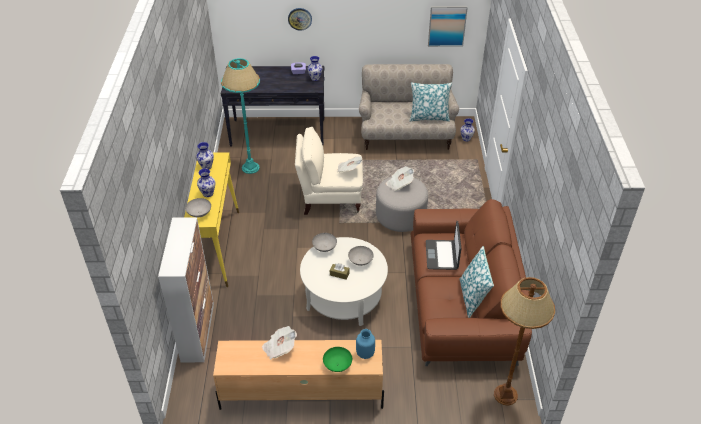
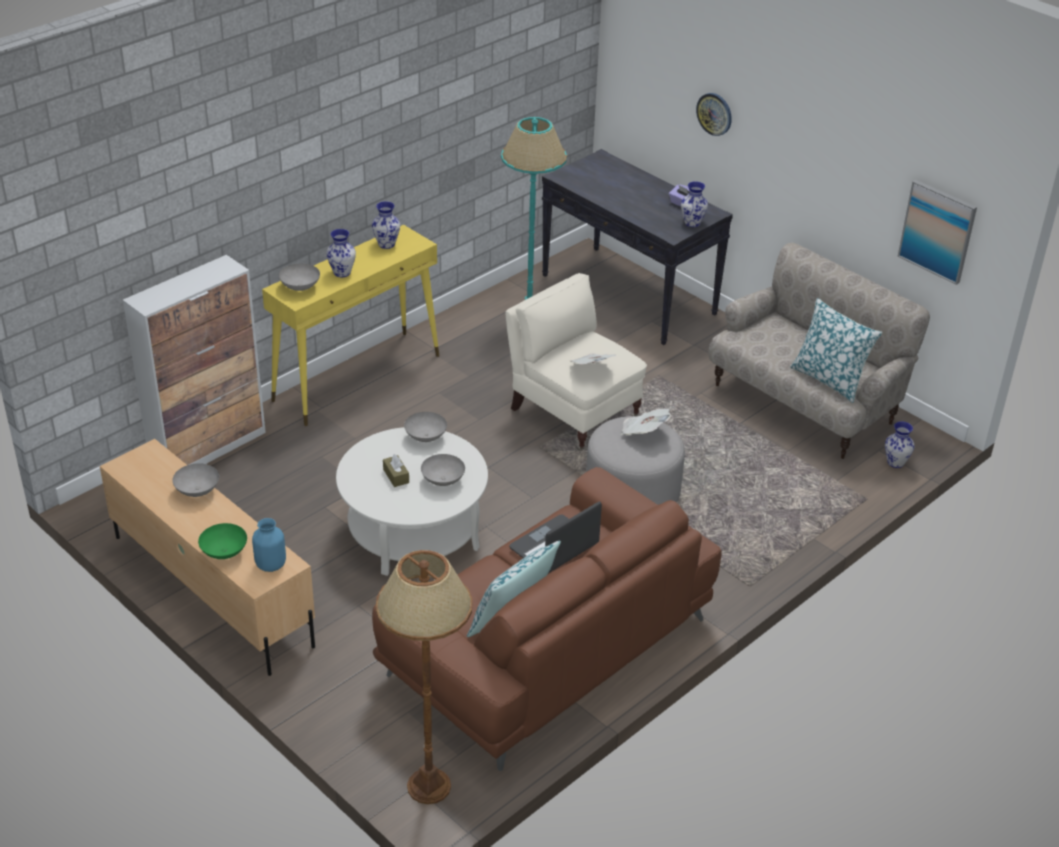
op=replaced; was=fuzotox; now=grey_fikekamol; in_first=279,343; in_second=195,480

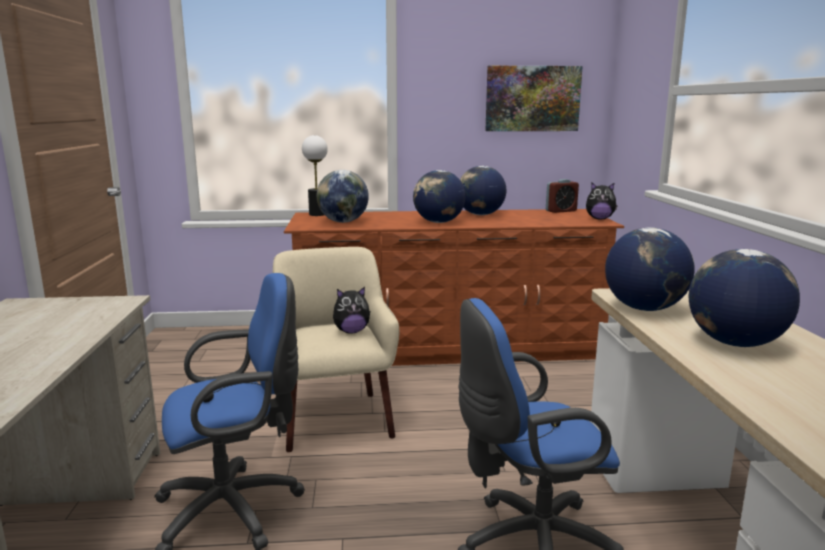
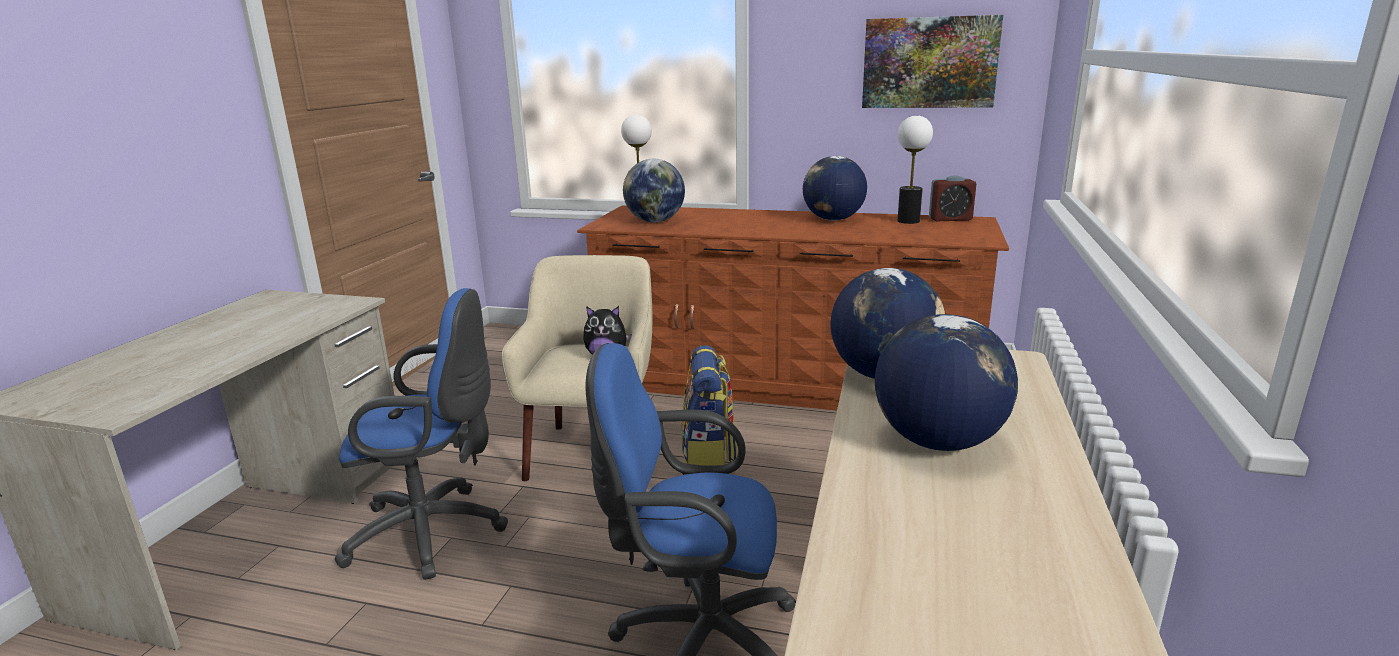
op=removed; was=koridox; in_first=439,196
op=removed; was=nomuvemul; in_first=602,201
op=added; now=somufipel; in_second=915,169
op=added; now=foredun; in_second=709,405

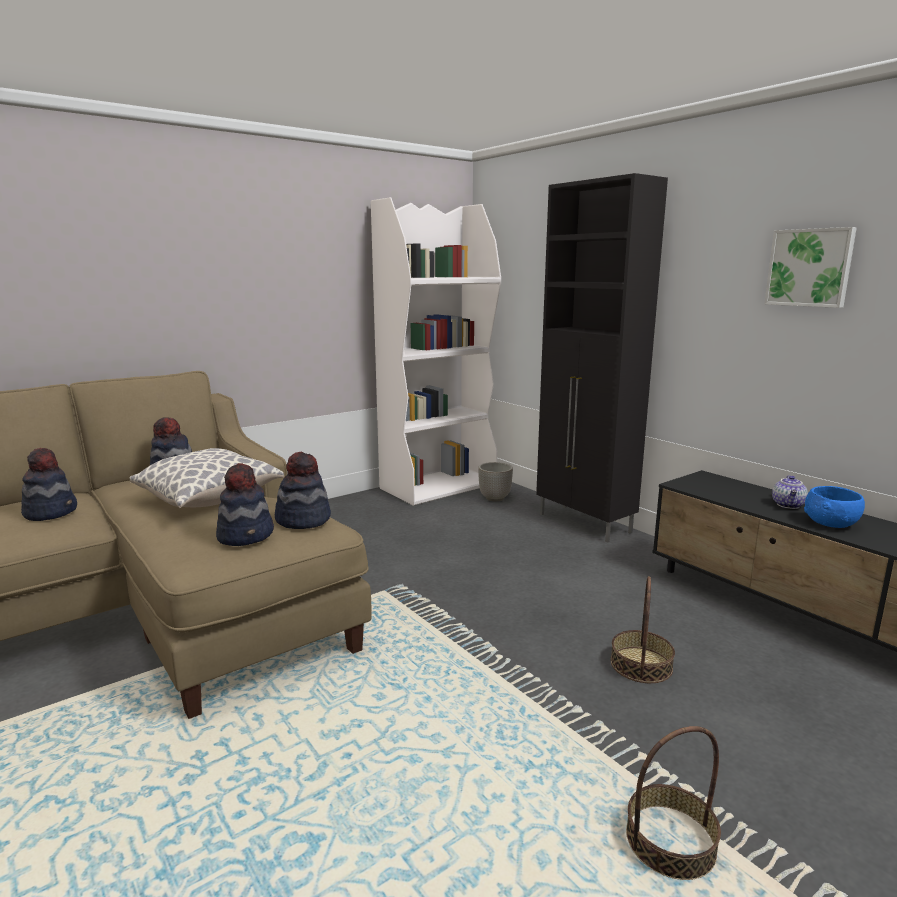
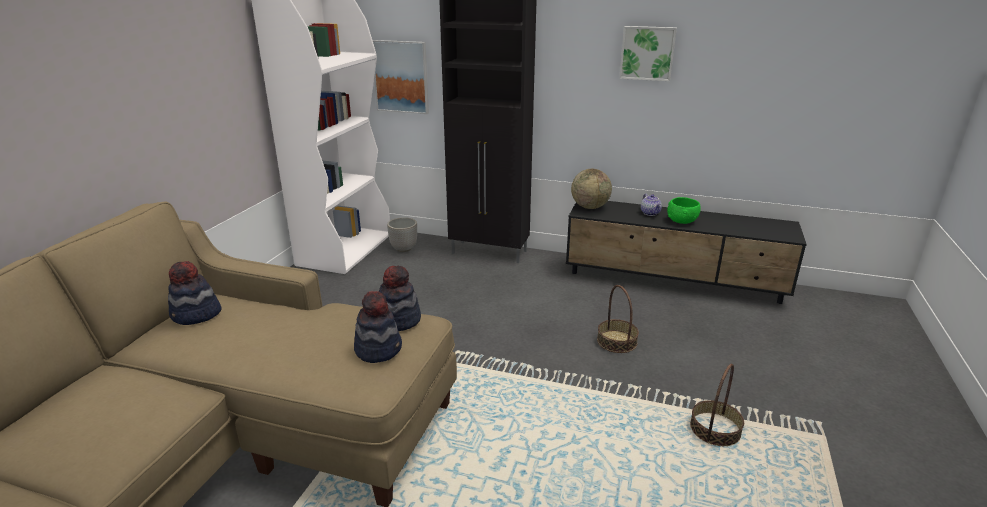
op=removed; was=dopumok; in_first=49,484
op=removed; was=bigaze; in_first=207,478
op=recoloured; was=blue_fikekamol; now=green_fikekamol; in_first=834,507; in_second=684,210
op=added; now=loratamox; in_second=400,77
op=added; now=koridox; in_second=591,189

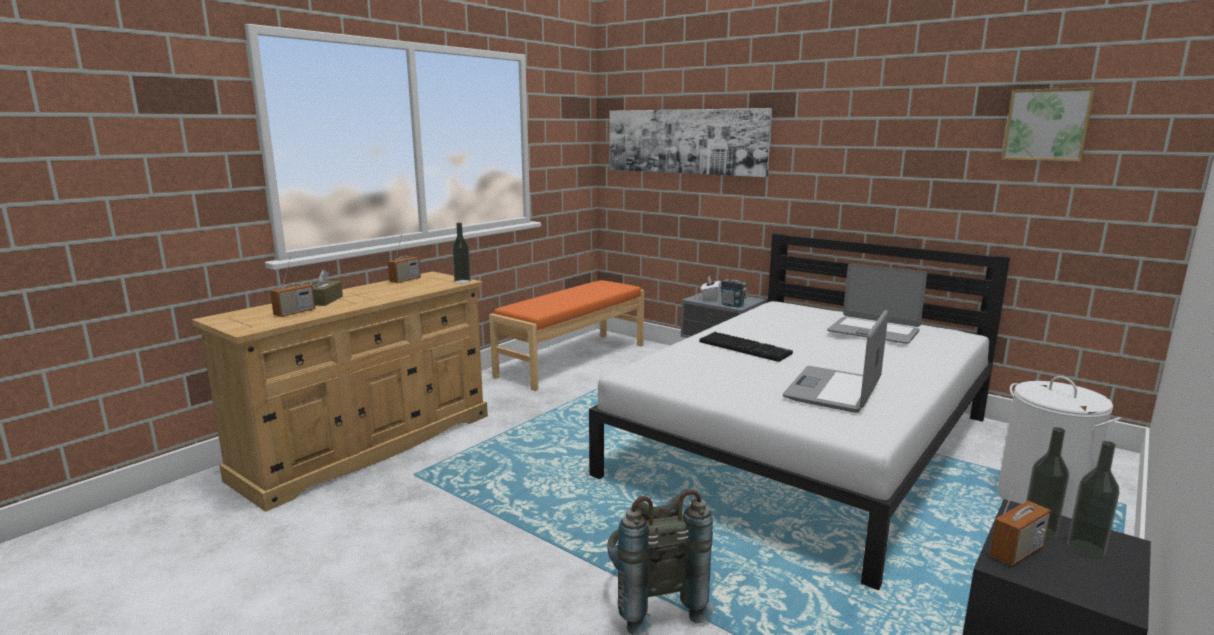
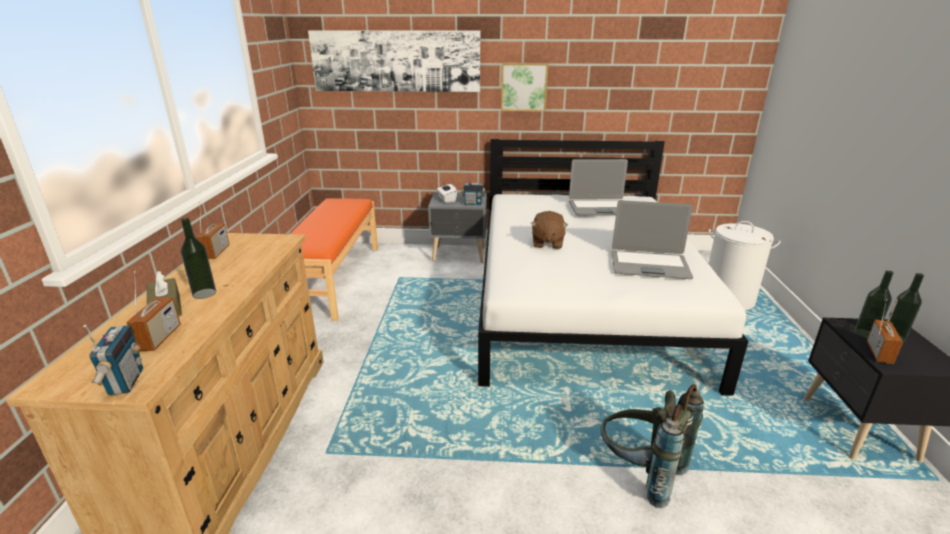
op=moved; was=loratamox; in_first=1048,124; in_second=524,87
op=moved; was=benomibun; in_first=461,253; in_second=198,258
op=turned; was=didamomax; in_first=835,361; in_second=652,239; clockwise=-75
op=replaced; was=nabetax; now=brown_nomuvemul; in_first=746,347; in_second=549,230
op=added; now=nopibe; in_second=113,360

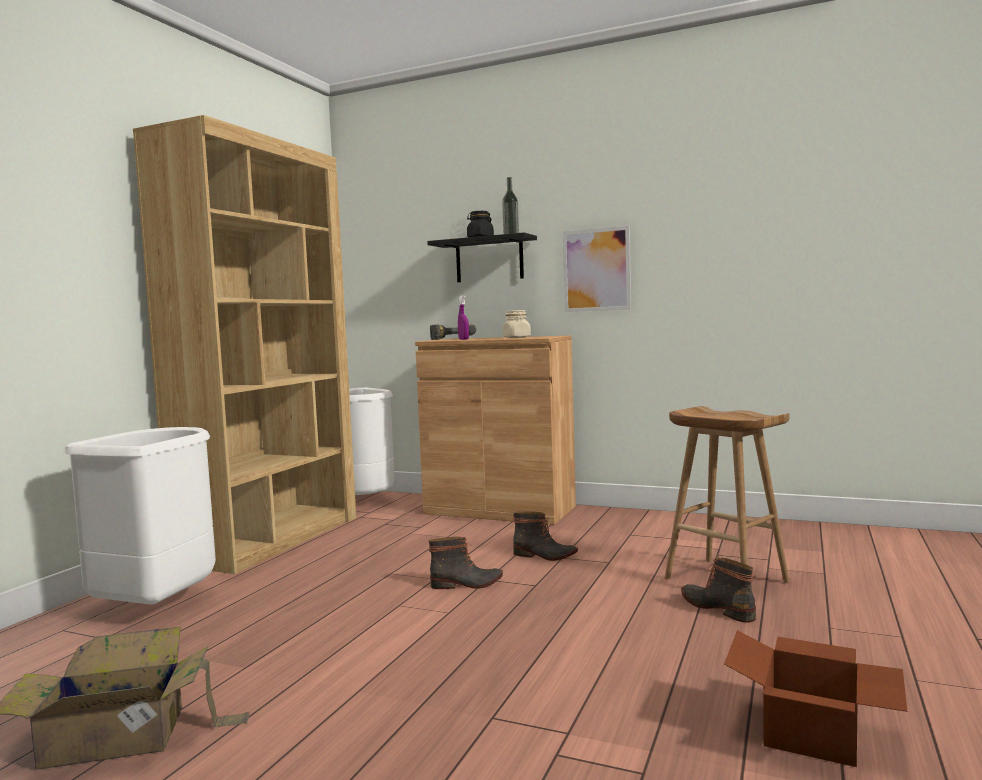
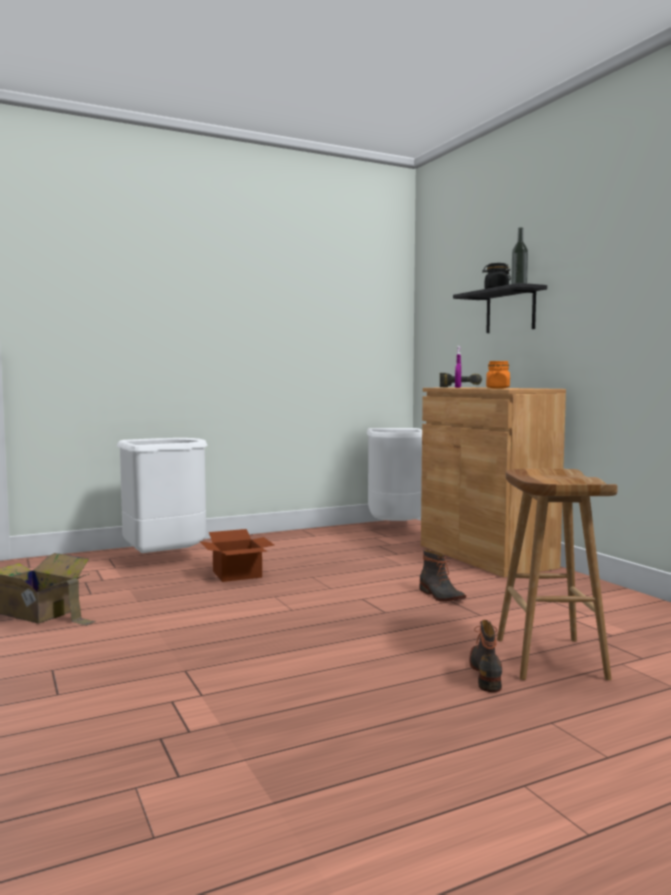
op=removed; was=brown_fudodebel; in_first=244,344
op=removed; was=loratamox; in_first=597,269
op=recoloured; was=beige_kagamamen; now=orange_kagamamen; in_first=517,324; in_second=498,374
op=removed; was=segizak; in_first=466,563
op=moved; was=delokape; in_first=815,698; in_second=237,555

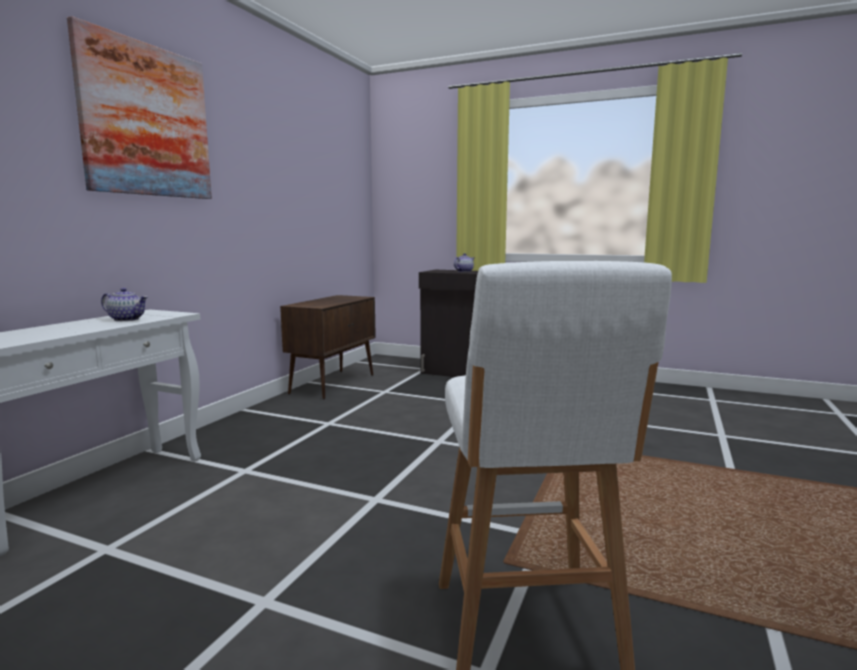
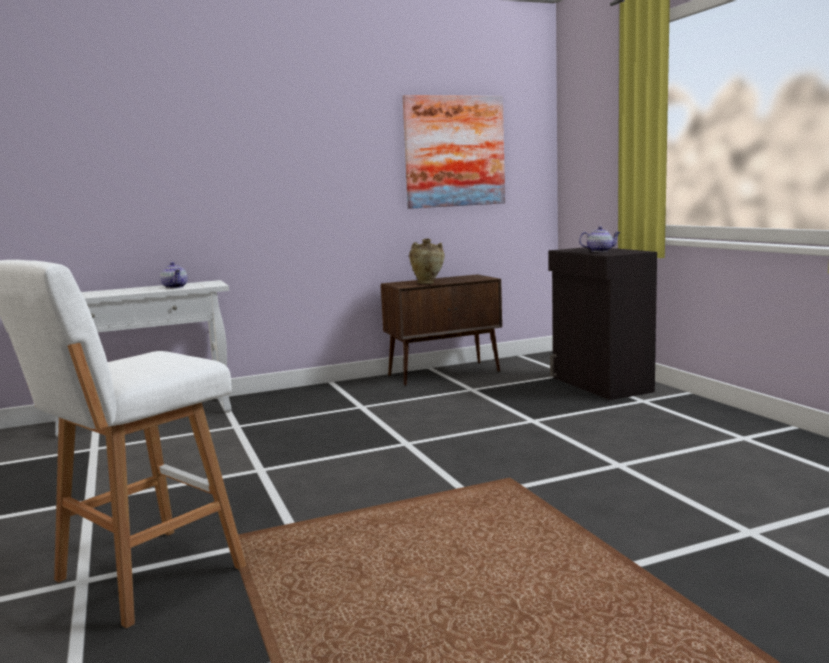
op=moved; was=loratamox; in_first=139,107; in_second=454,152
op=added; now=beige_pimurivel; in_second=426,261

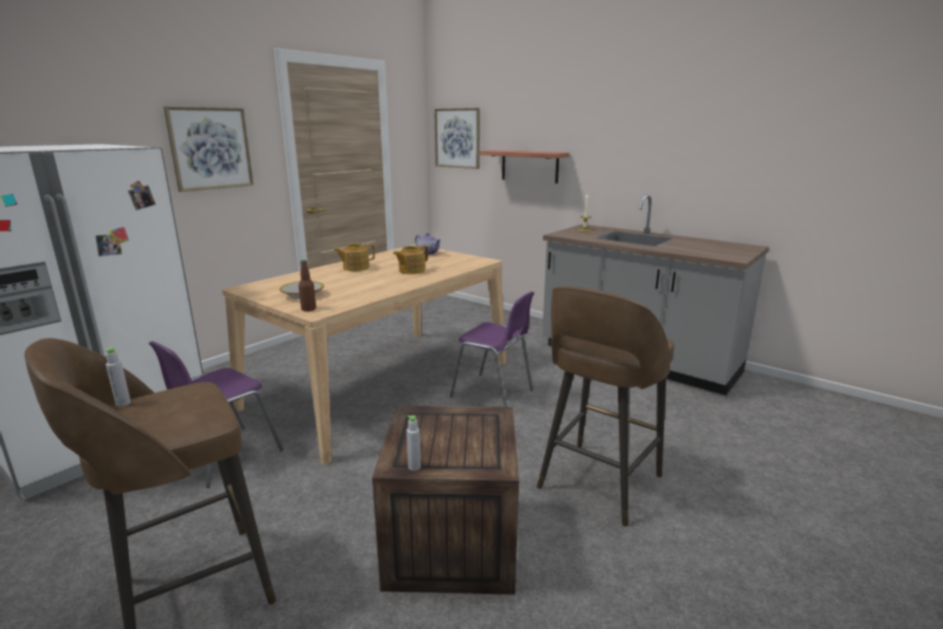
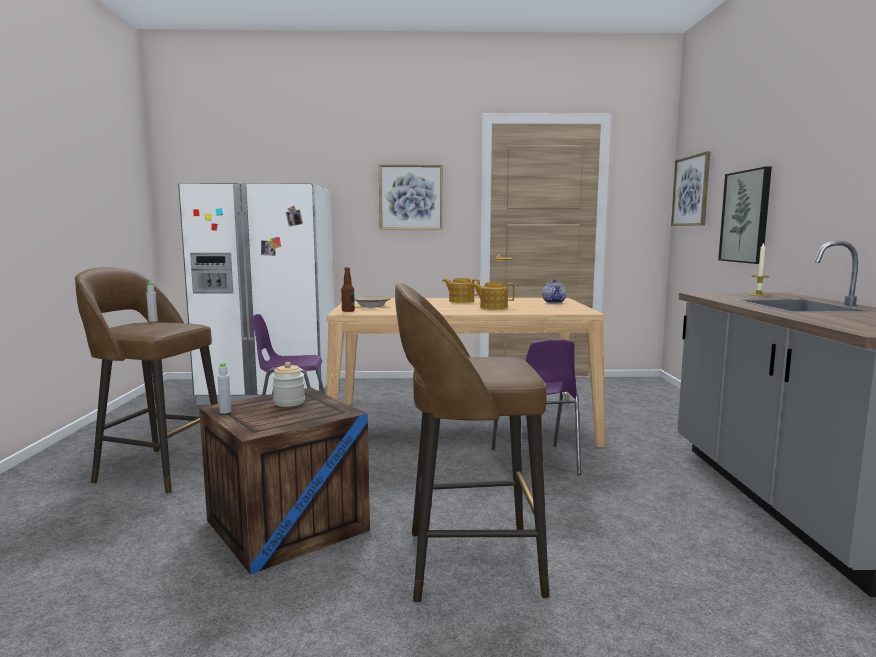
op=replaced; was=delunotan; now=loratamox; in_first=524,166; in_second=745,215
op=added; now=kagamamen; in_second=288,384

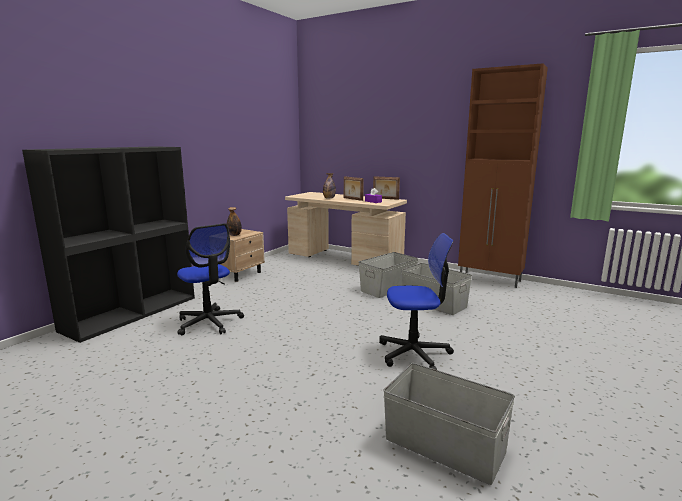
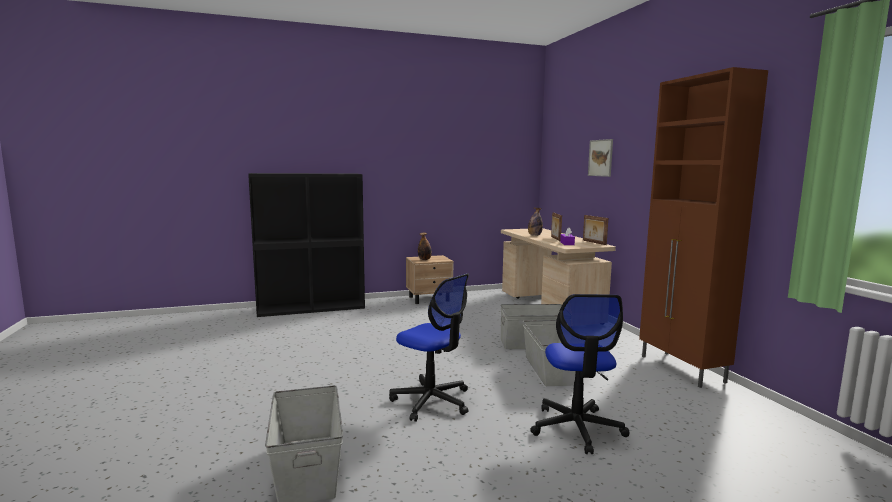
op=moved; was=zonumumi; in_first=210,279; in_second=579,374
op=added; now=loratamox; in_second=600,158

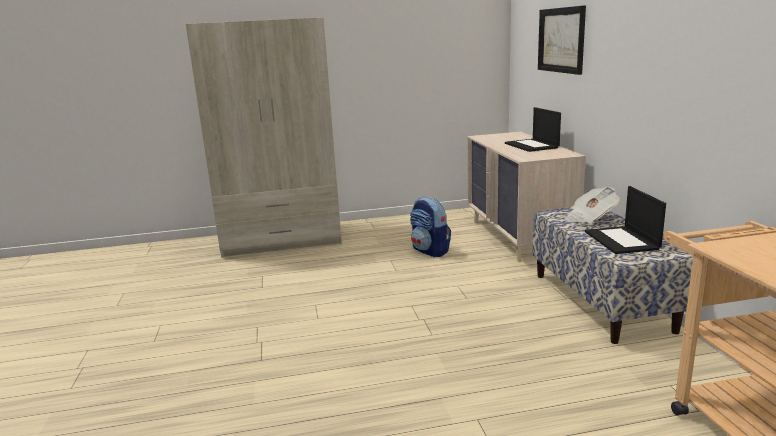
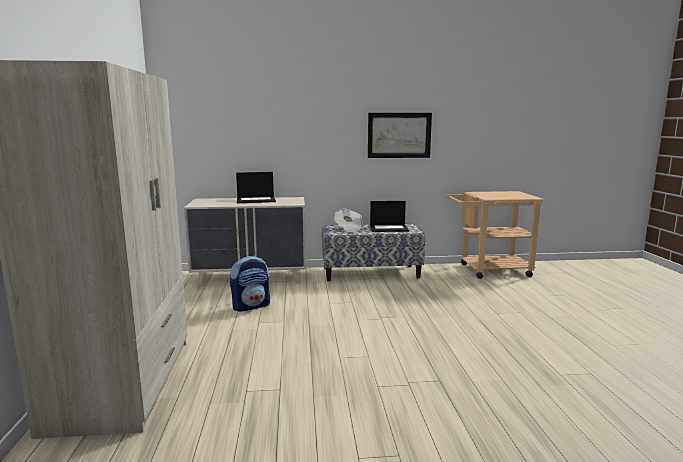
op=moved; was=loratamox; in_first=562,40; in_second=400,135

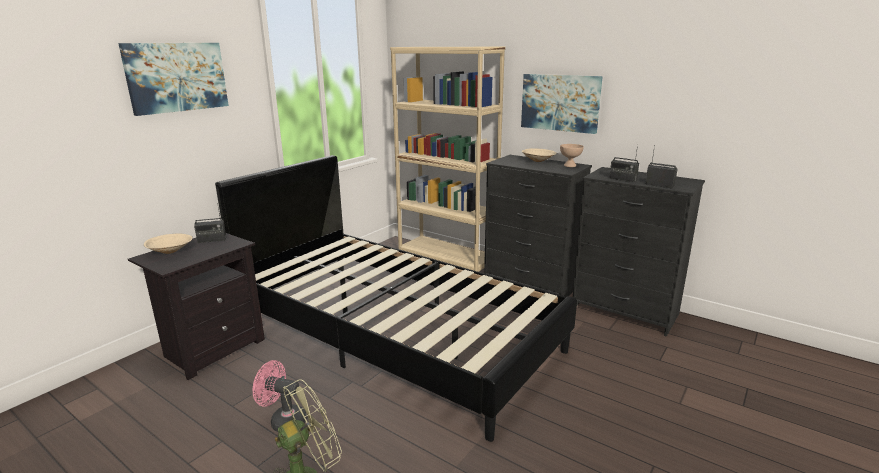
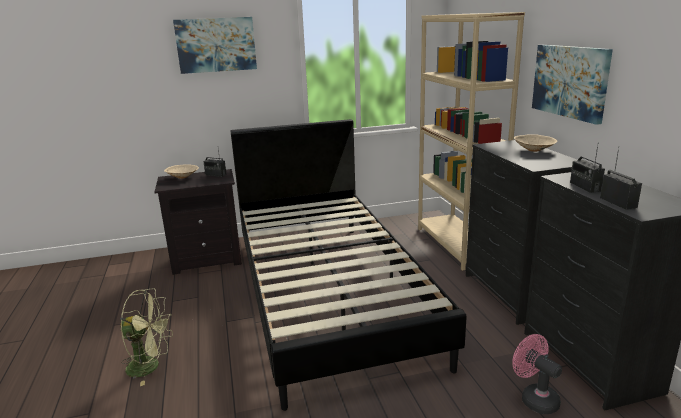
op=removed; was=beige_fikekamol; in_first=572,155
op=moved; was=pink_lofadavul; in_first=280,396; in_second=537,374

